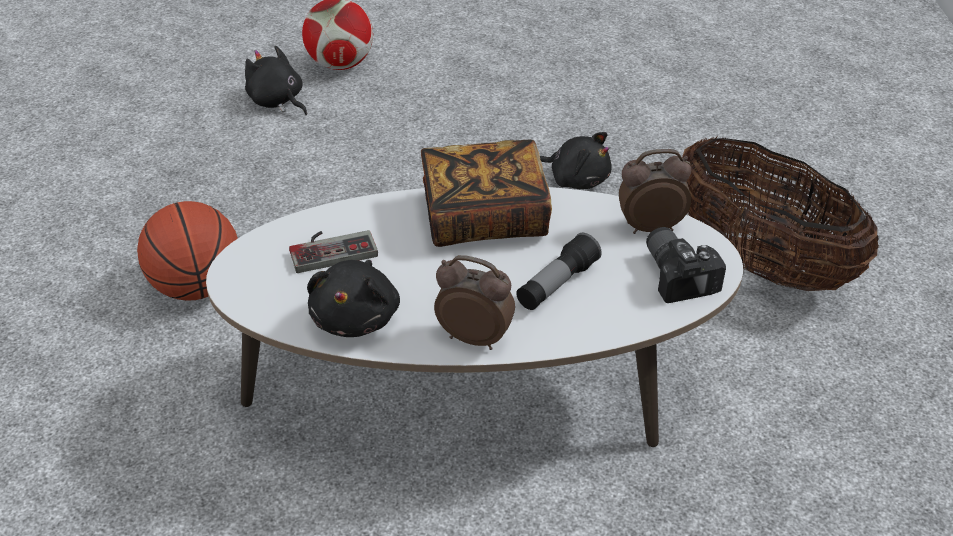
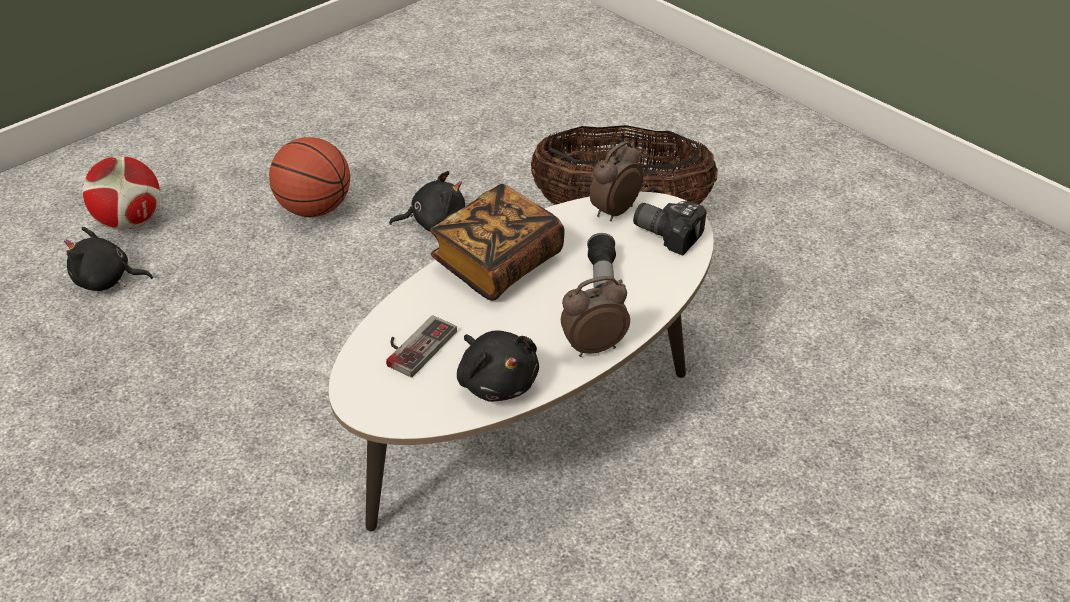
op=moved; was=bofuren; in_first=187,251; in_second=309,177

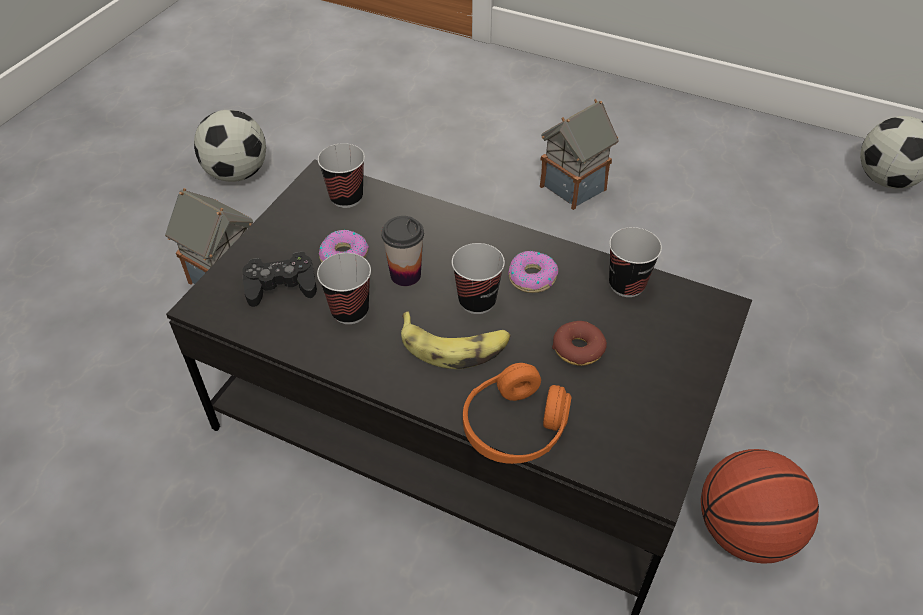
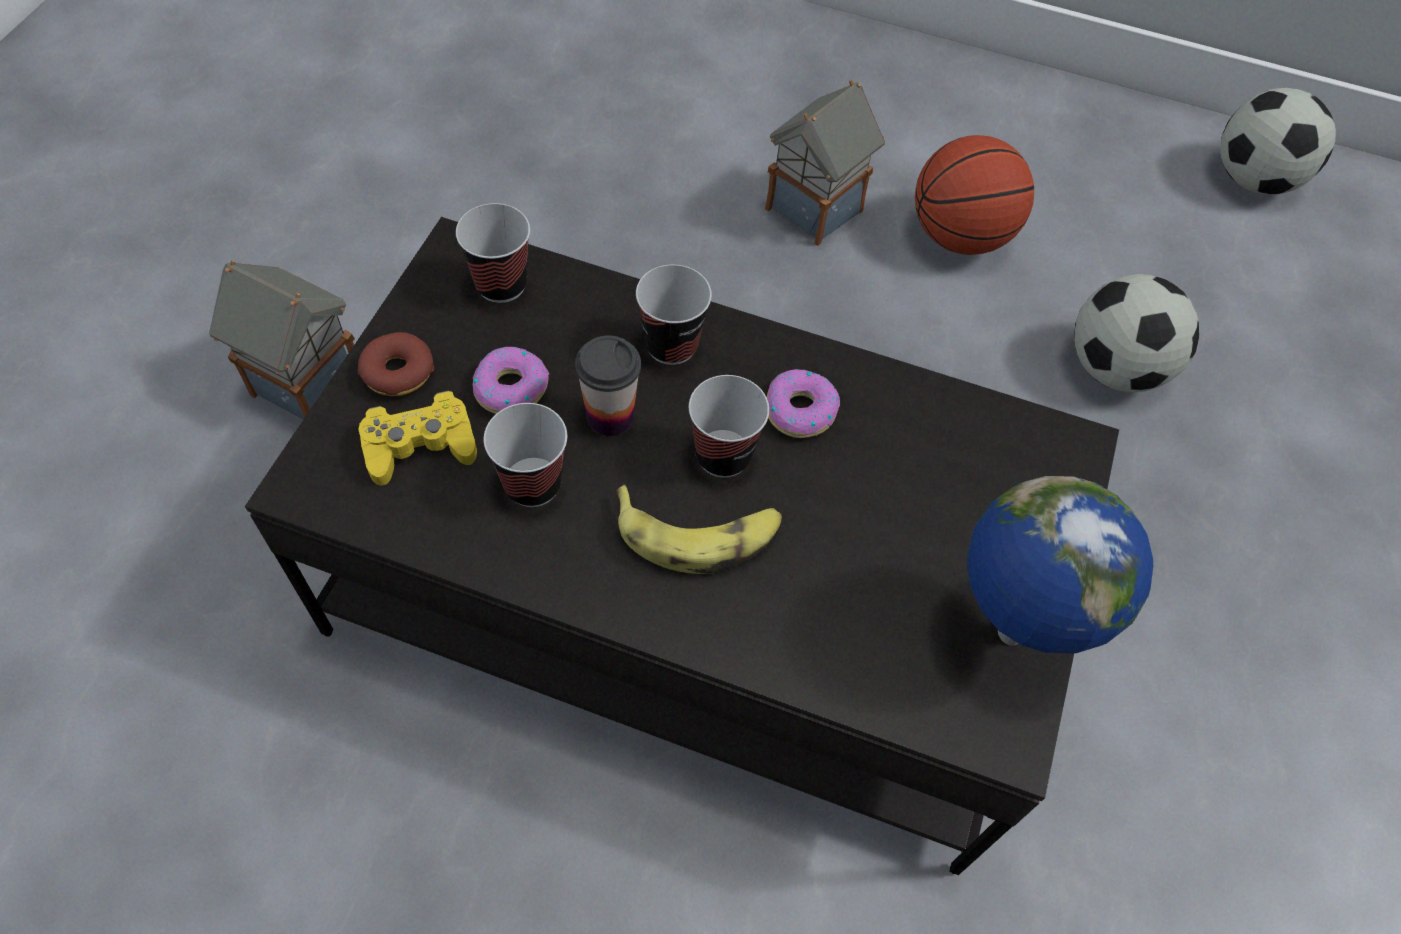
op=moved; was=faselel; in_first=230,146; in_second=1136,333
op=moved; was=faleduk; in_first=635,262; in_second=674,315
op=recoloured; was=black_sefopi; now=yellow_sefopi; in_first=279,279; in_second=418,438
op=moved; was=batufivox; in_first=579,343; in_second=395,364
op=removed; was=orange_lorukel; in_first=517,413
op=moved; was=bofuren; in_first=760,506; in_second=974,195
op=added; now=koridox; in_second=1060,564

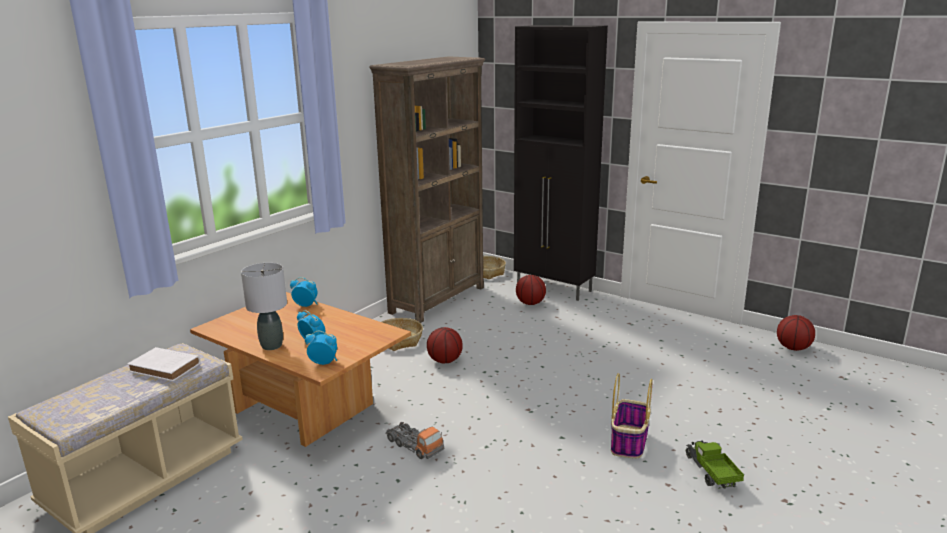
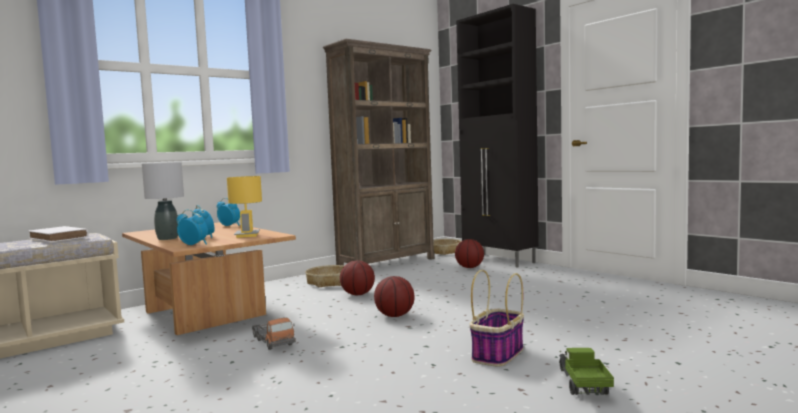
op=moved; was=bofuren; in_first=796,333; in_second=394,296
op=added; now=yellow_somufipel; in_second=244,207

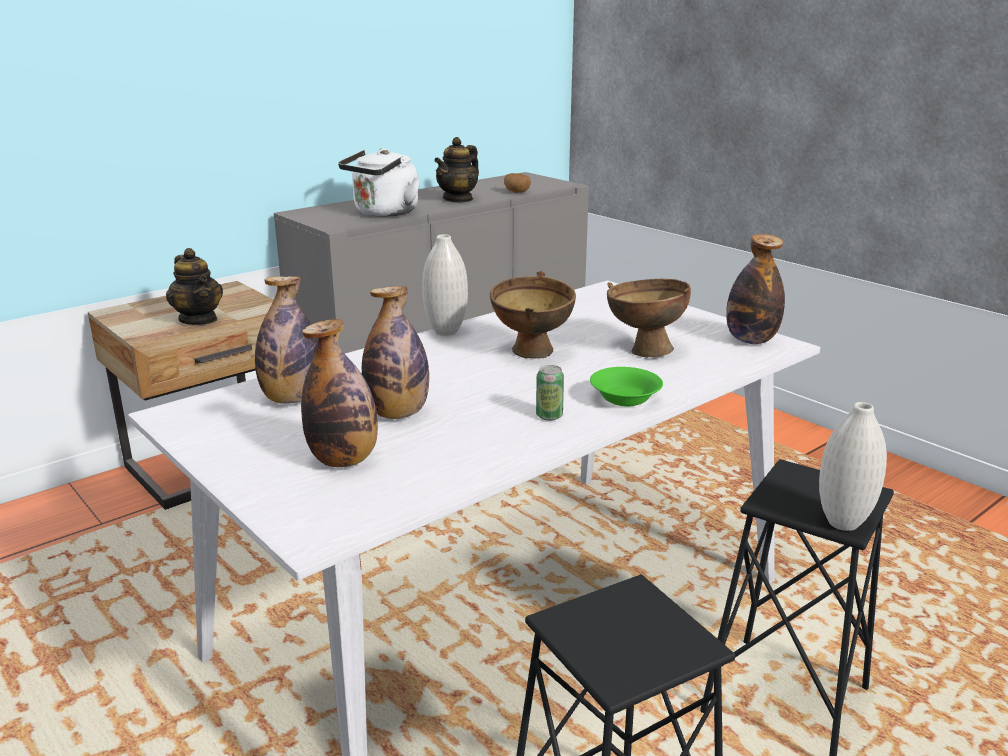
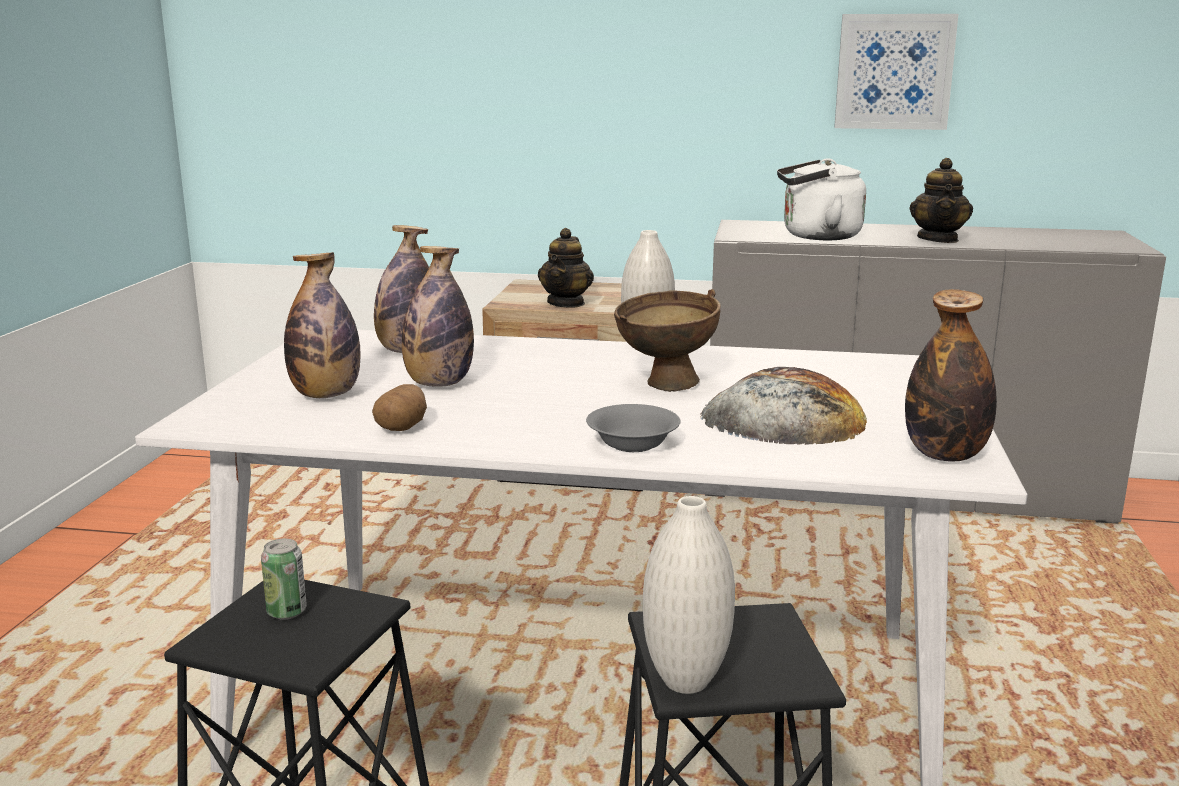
op=turned; was=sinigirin; in_first=456,170; in_second=941,200; clockwise=-75
op=moved; was=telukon; in_first=517,183; in_second=399,407
op=replaced; was=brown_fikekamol; now=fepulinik; in_first=649,318; in_second=783,406
op=moved; was=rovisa; in_first=550,393; in_second=284,579
op=recoloured; was=green_fikekamol; now=grey_fikekamol; in_first=626,387; in_second=633,428
op=added; now=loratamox; in_second=896,72

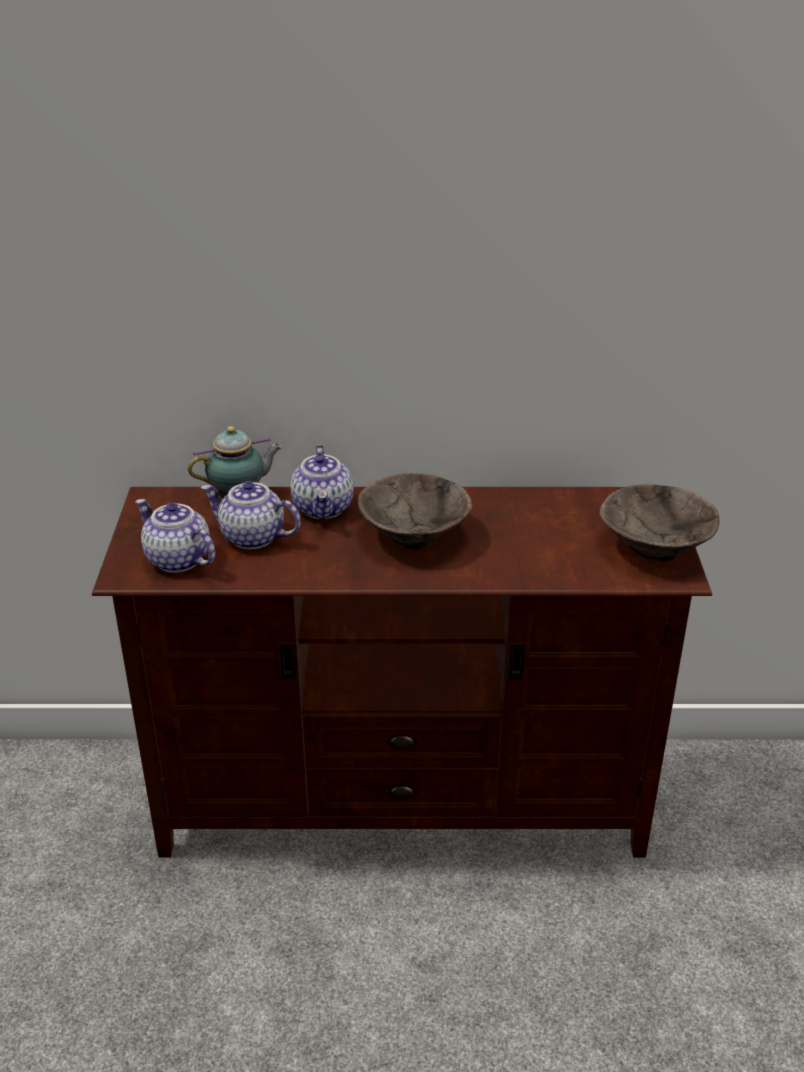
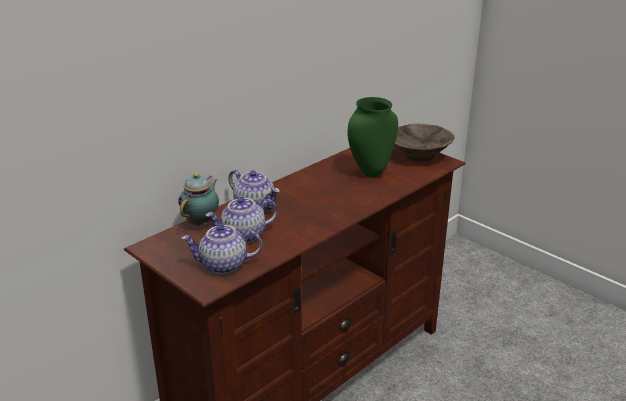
op=removed; was=brown_fikekamol; in_first=415,511
op=added; now=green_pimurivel; in_second=373,137

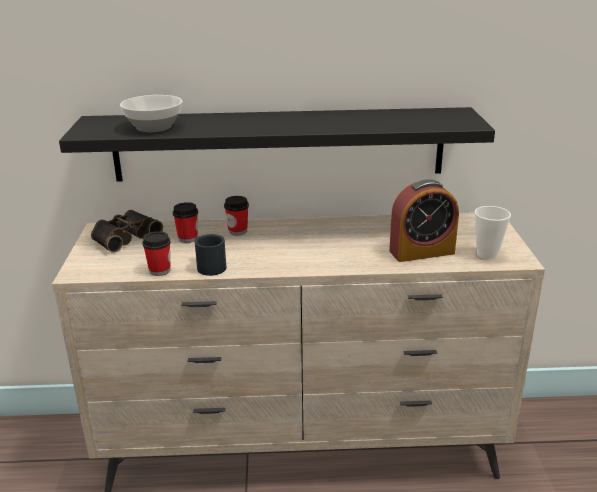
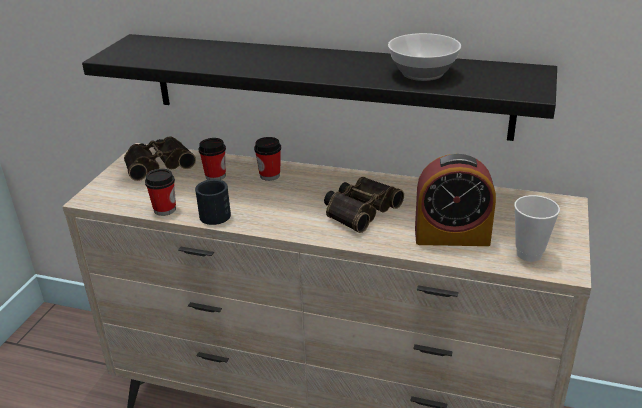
op=moved; was=fikekamol; in_first=151,113; in_second=424,57
op=added; now=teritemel; in_second=364,205

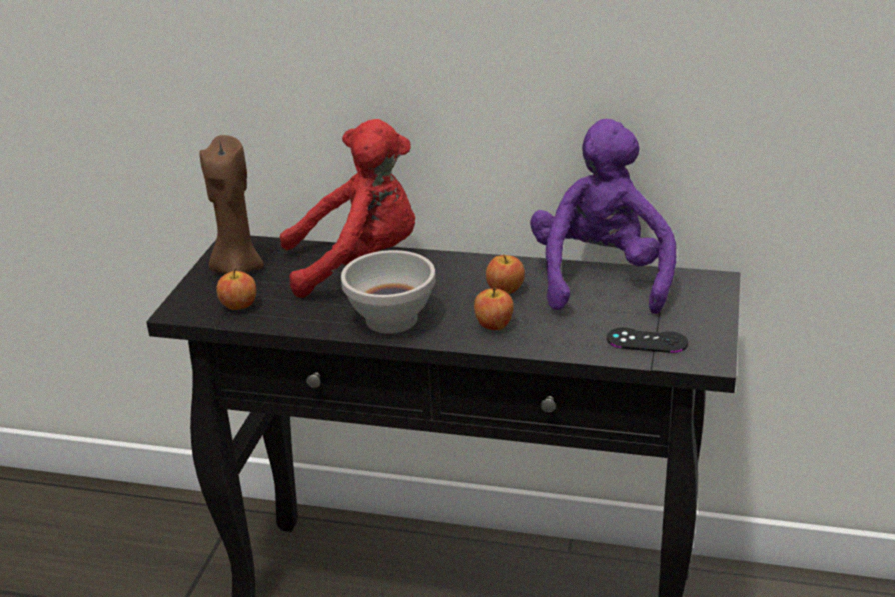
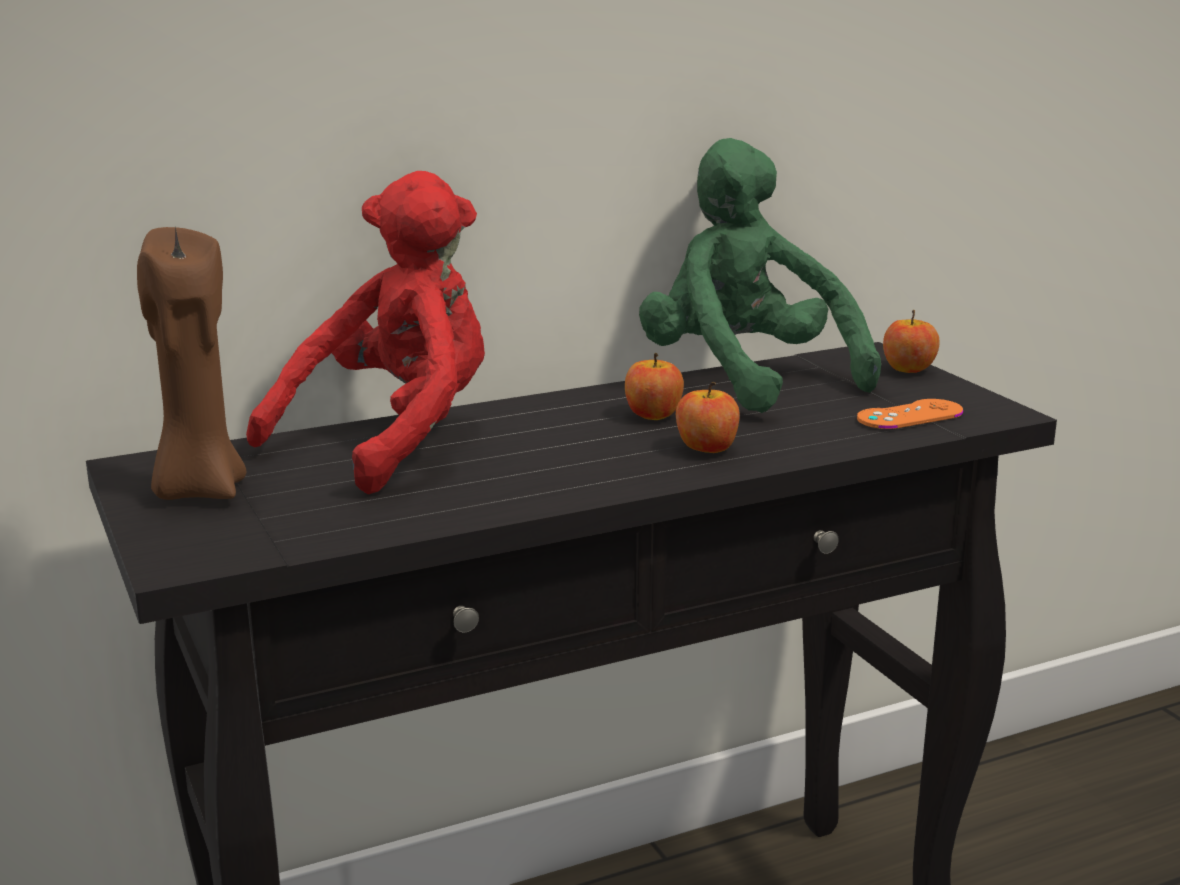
op=recoloured; was=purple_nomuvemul; now=green_nomuvemul; in_first=603,216; in_second=760,275
op=removed; was=white_fikekamol; in_first=388,292
op=moved; was=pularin; in_first=236,289; in_second=911,341
op=recoloured; was=black_sefopi; now=orange_sefopi; in_first=647,340; in_second=910,414

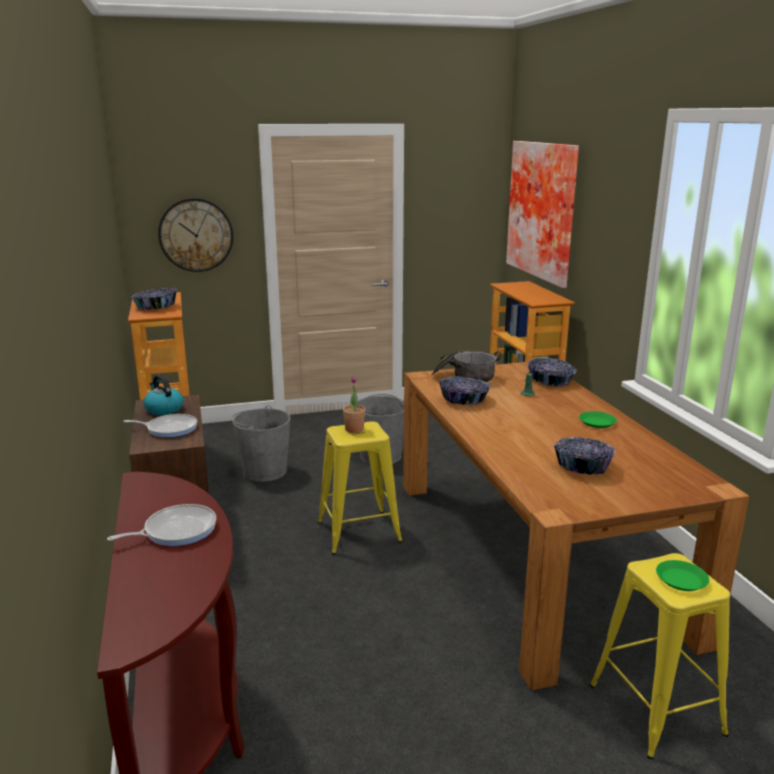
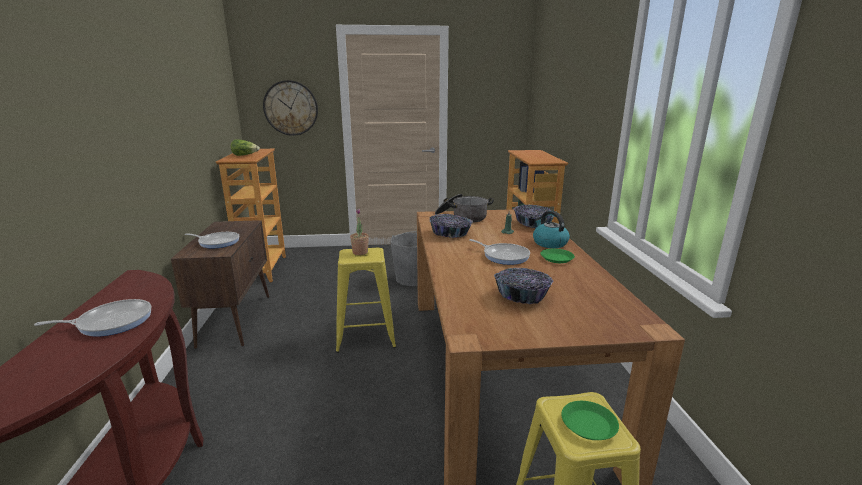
op=removed; was=loratamox; in_first=542,214
op=replaced; was=fikekamol; now=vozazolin; in_first=154,299; in_second=245,147
op=moved; was=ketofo; in_first=163,395; in_second=551,229
op=removed; was=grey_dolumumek; in_first=260,443
op=added; now=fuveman; in_second=499,252

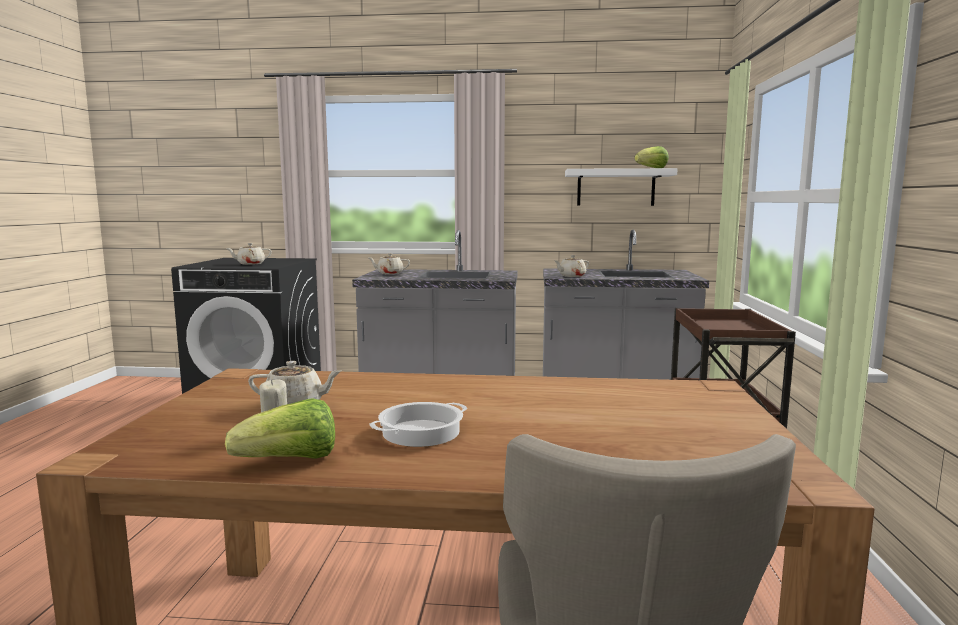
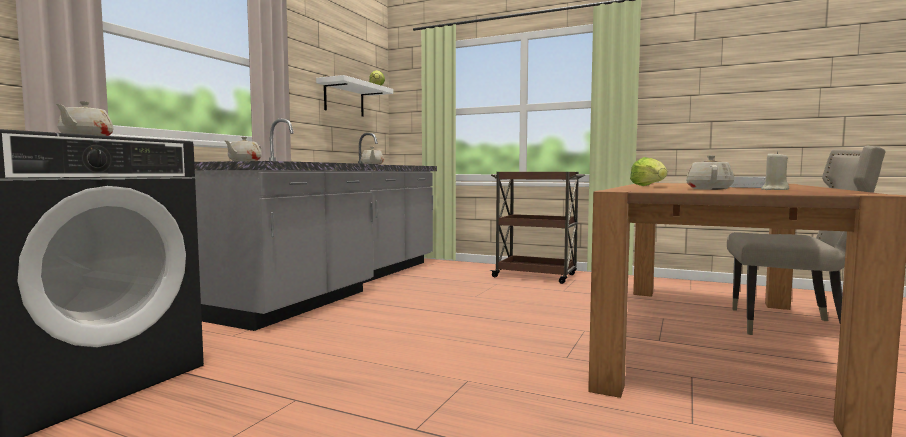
op=moved; was=vozazolin; in_first=280,428; in_second=648,171

